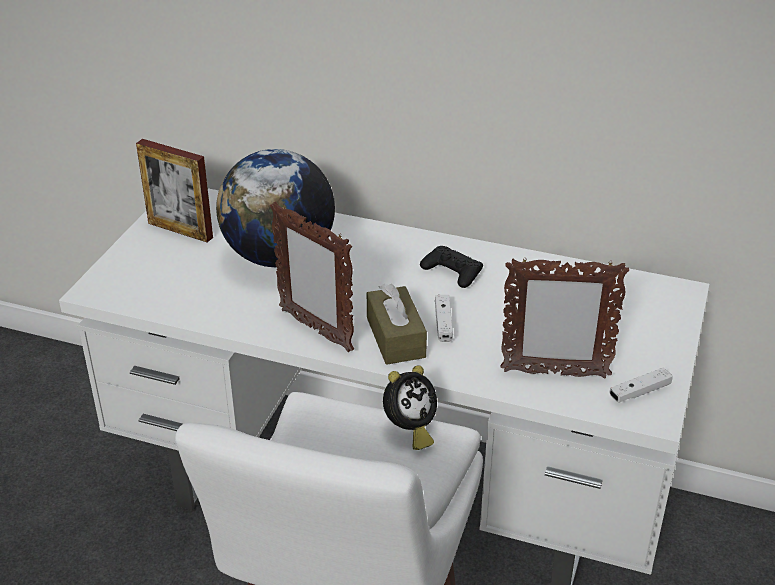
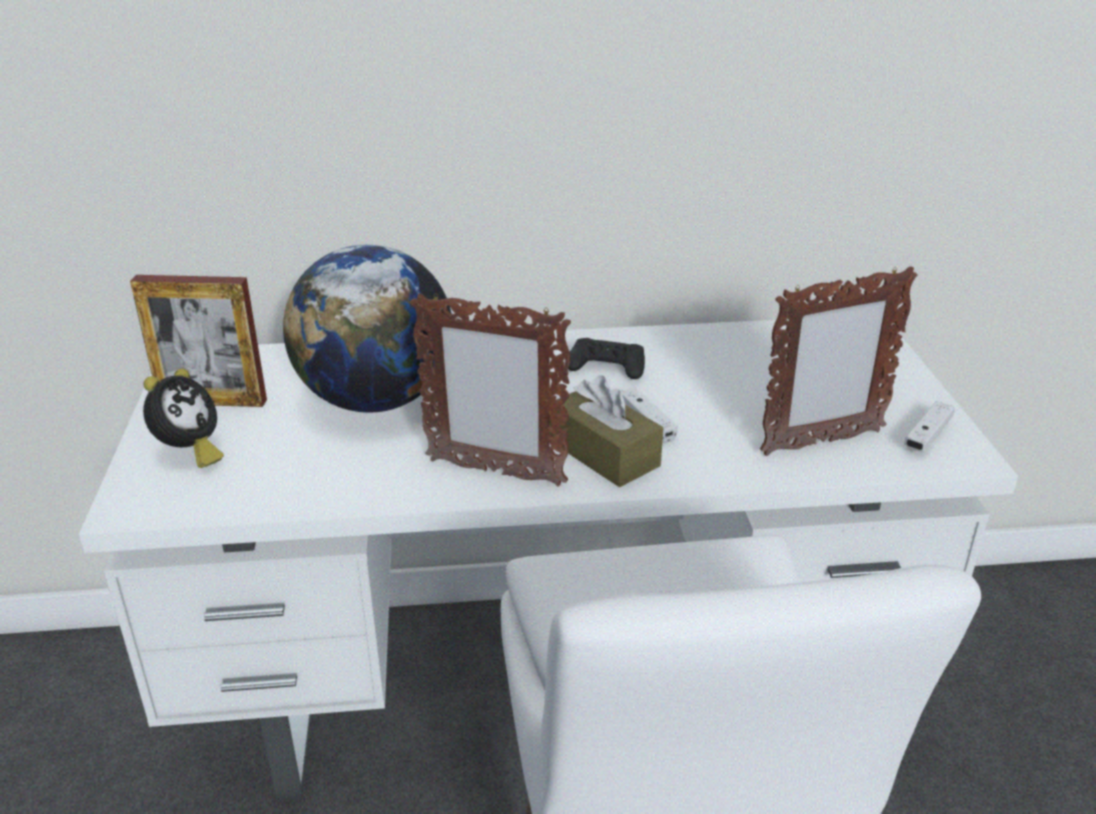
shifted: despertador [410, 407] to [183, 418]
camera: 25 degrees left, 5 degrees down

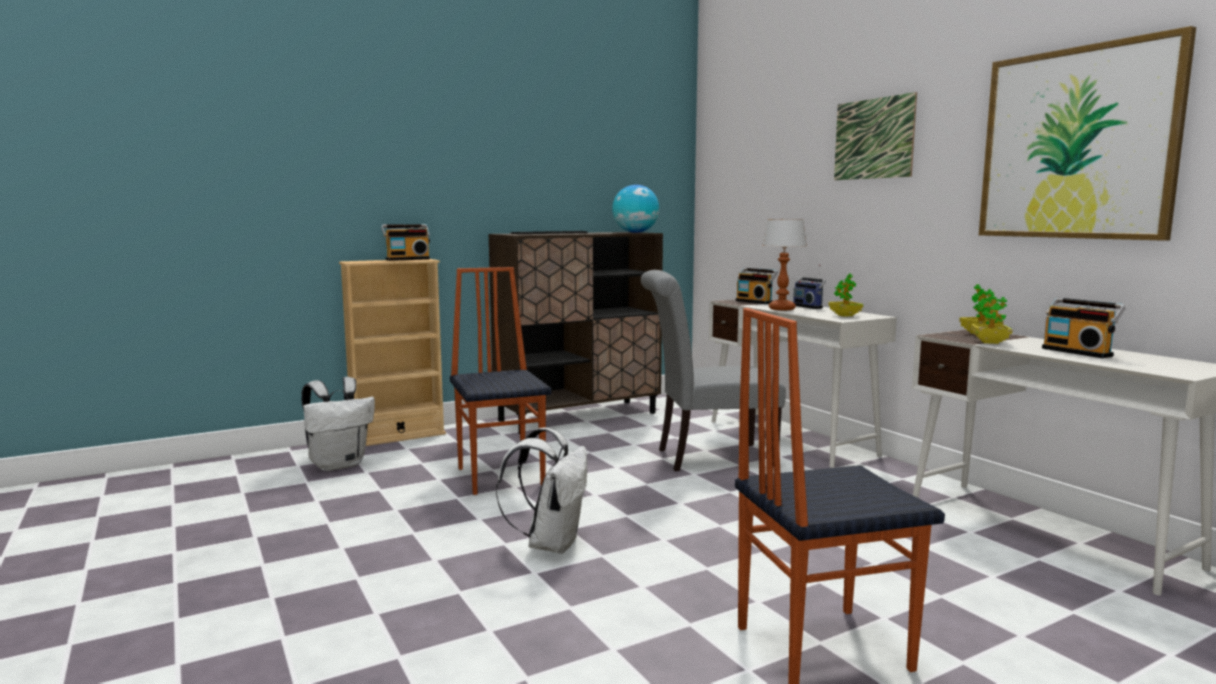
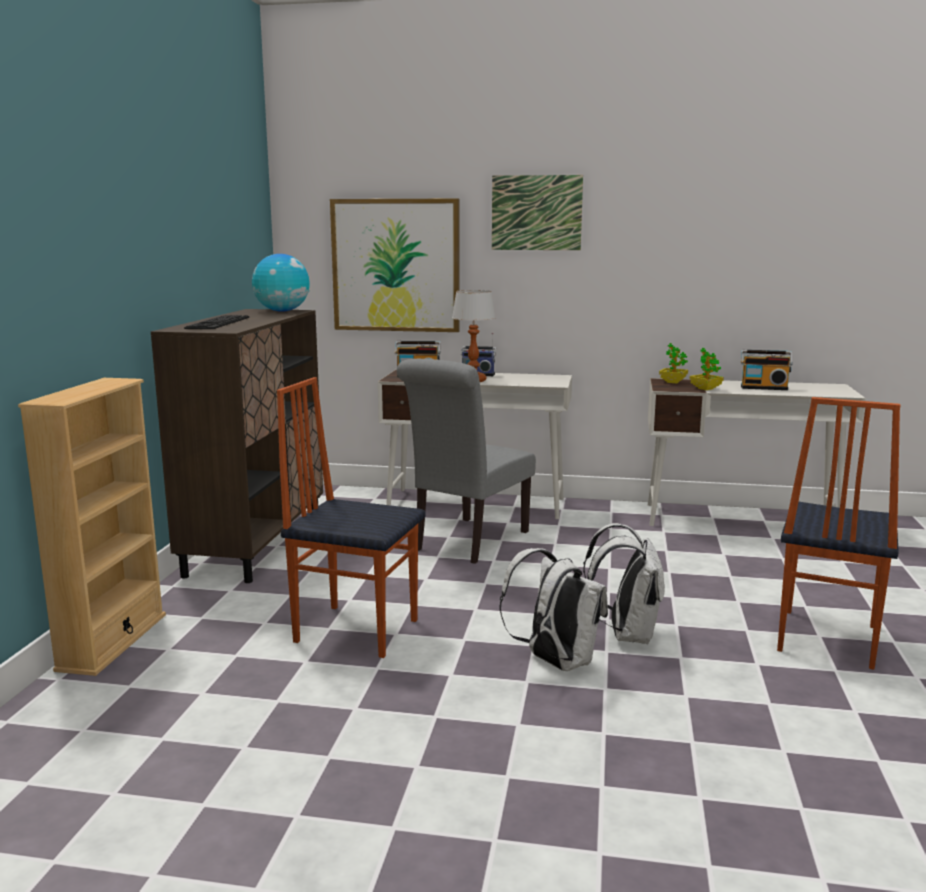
gone: radio [405, 242]; planta en maceta [845, 295]
shifted: mochila (blanco) [338, 424] to [624, 583]; cuadro [1087, 133] to [395, 265]
camera: 50 degrees left, 5 degrees up

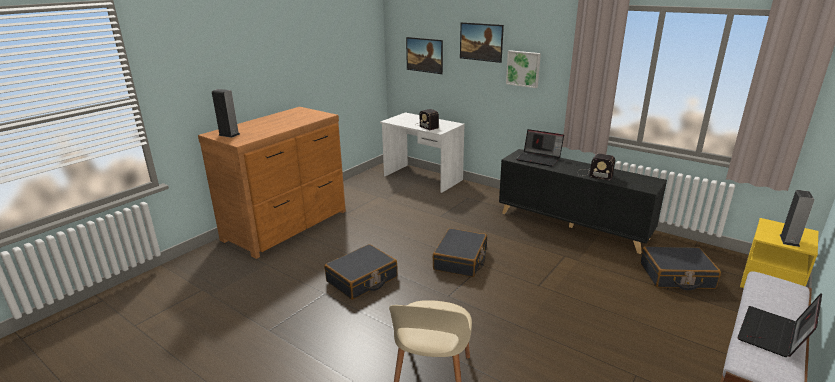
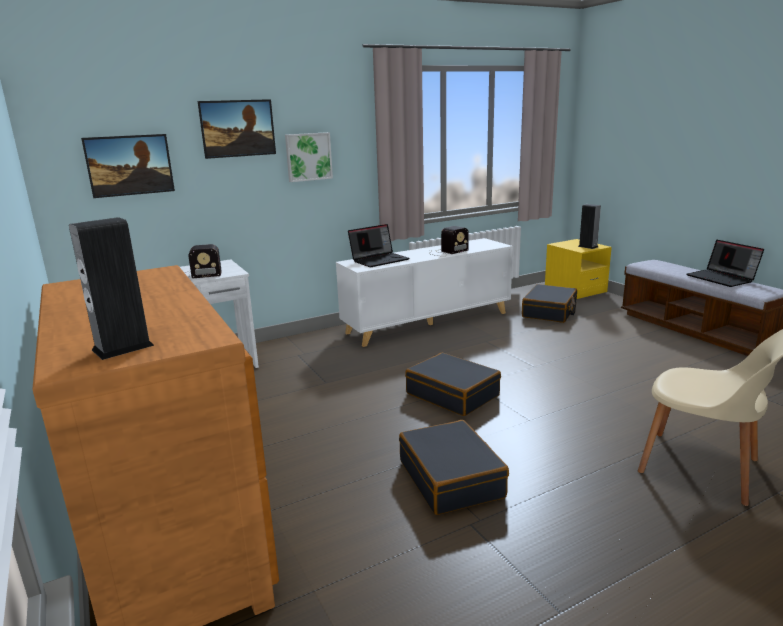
repainted: armario (negro) [583, 201] to armario (blanco) [424, 292]
camera: 65 degrees left, 5 degrees down

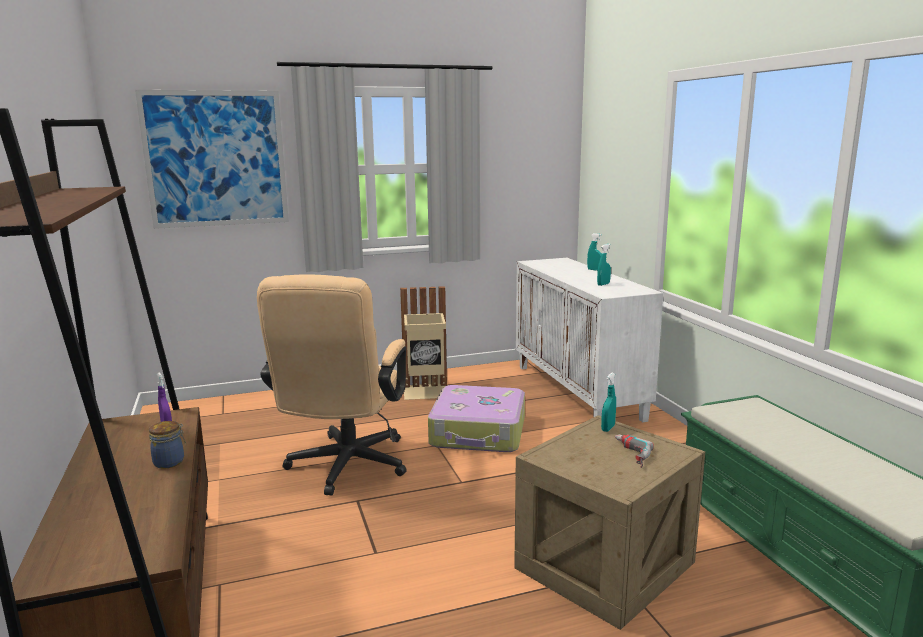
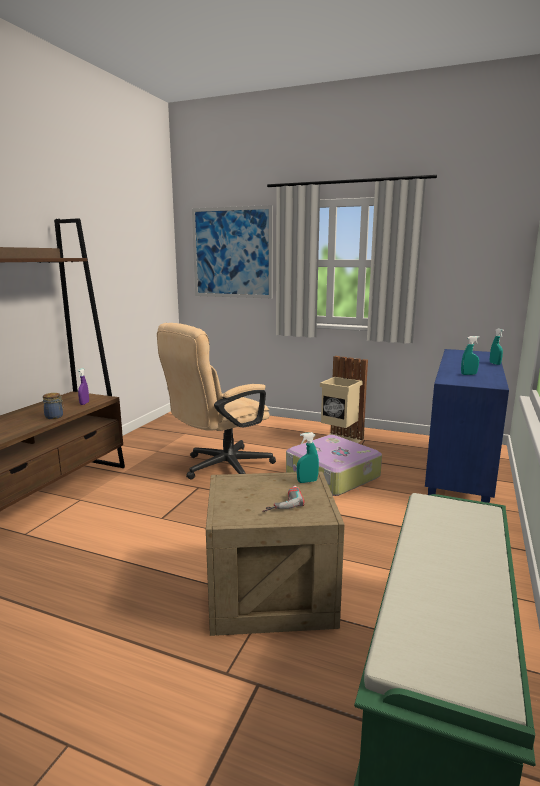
repainted: armario (blanco) [589, 340] to armario (azul) [467, 426]
camera: 40 degrees right, 0 degrees up

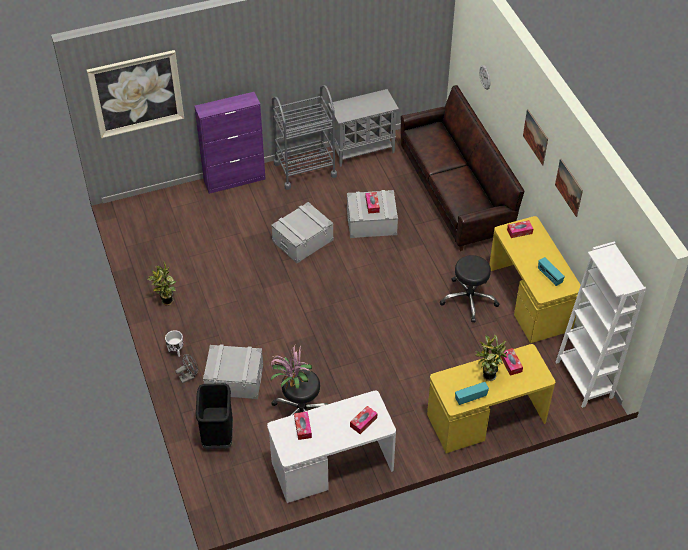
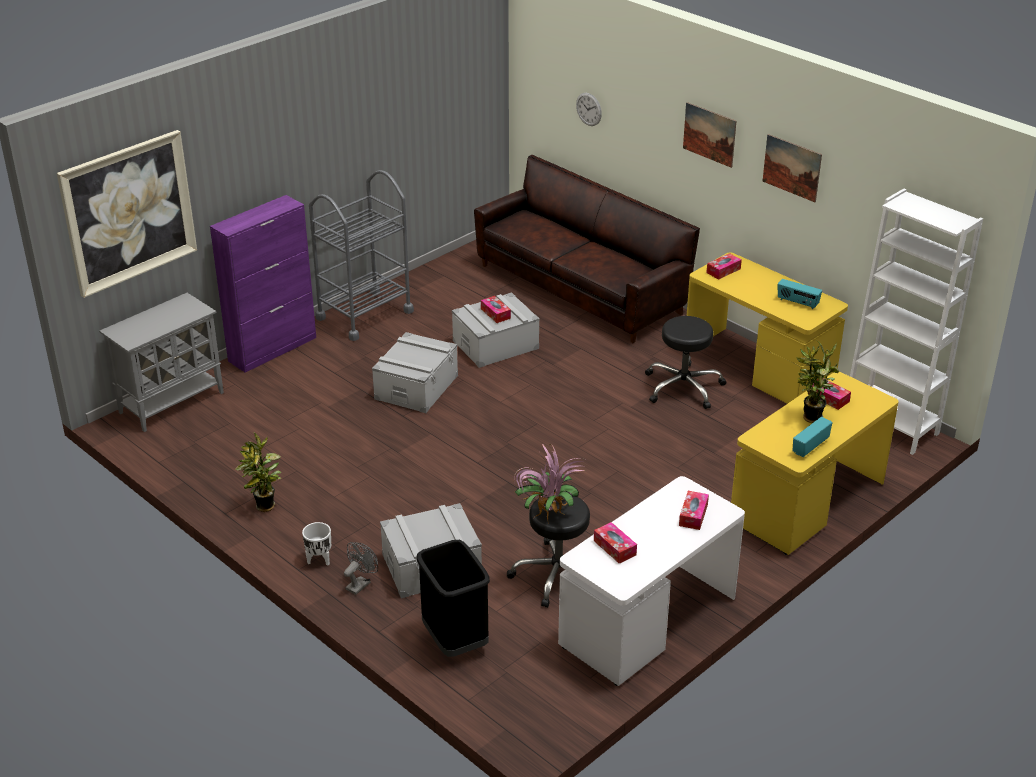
shifted: armario (gris) [363, 128] to [161, 362]
camera: 25 degrees left, 15 degrees down

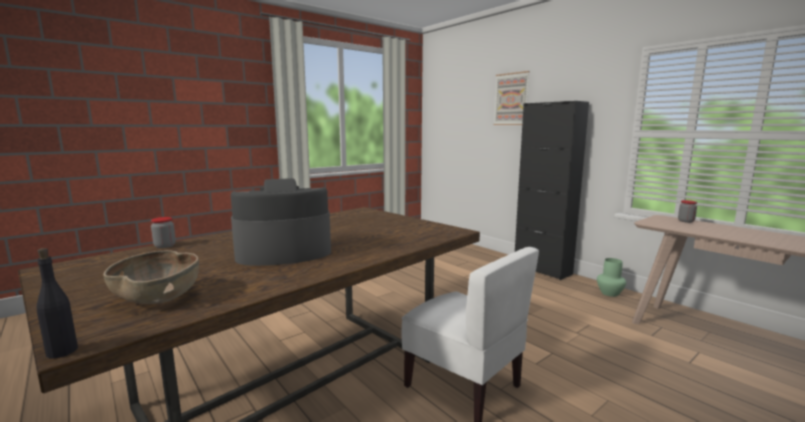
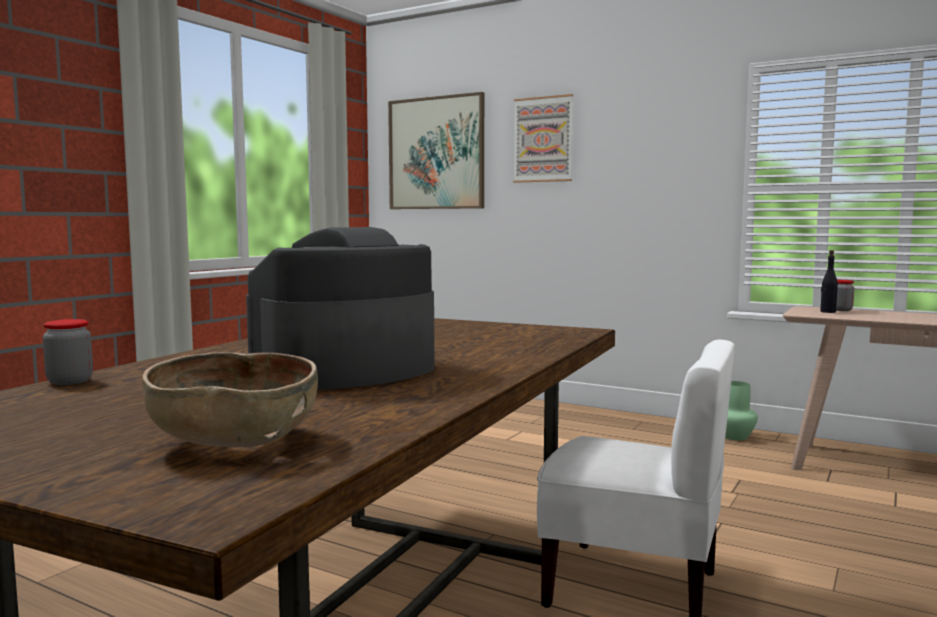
gone: armario (negro) [552, 190]
new: cuadro [436, 150]
shifted: botella (negro) [57, 303] to [829, 281]
camera: 20 degrees left, 5 degrees down

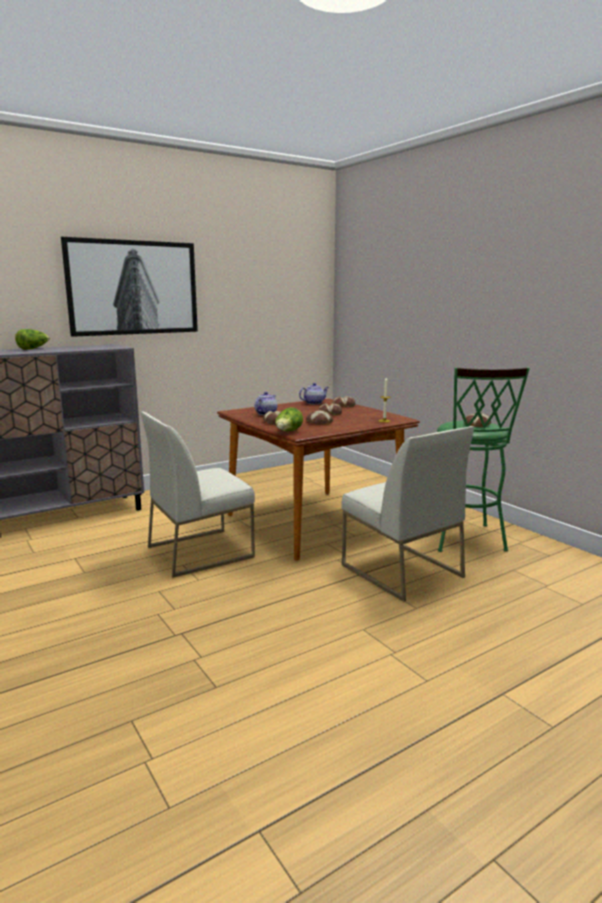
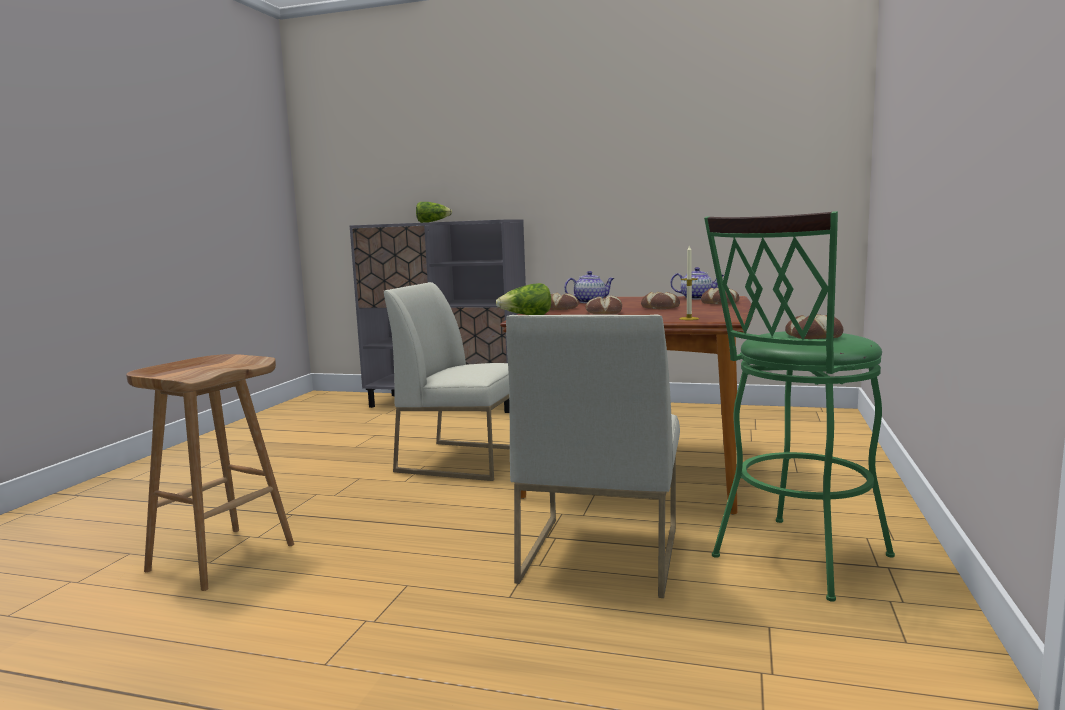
gone: cuadro [129, 287]
new: taburete (marrón) [210, 472]
camera: 50 degrees right, 5 degrees down

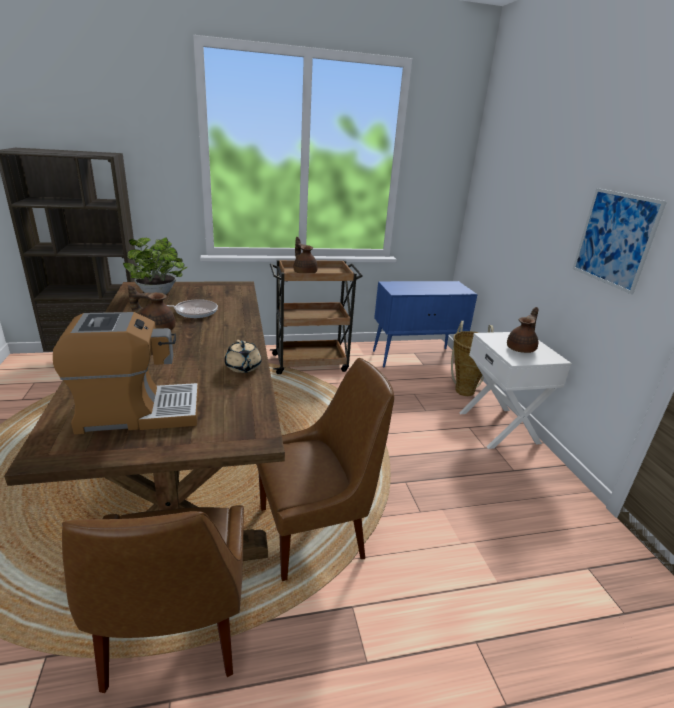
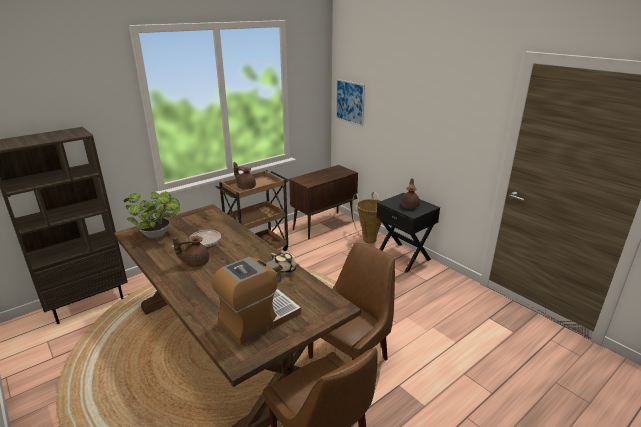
shifted: cuadro [620, 241] to [350, 102]
repainted: armario (azul) [425, 324] to armario (marrón) [323, 202]; mesita de noche (blanco) [515, 390] to mesita de noche (negro) [408, 233]
camera: 25 degrees left, 0 degrees up

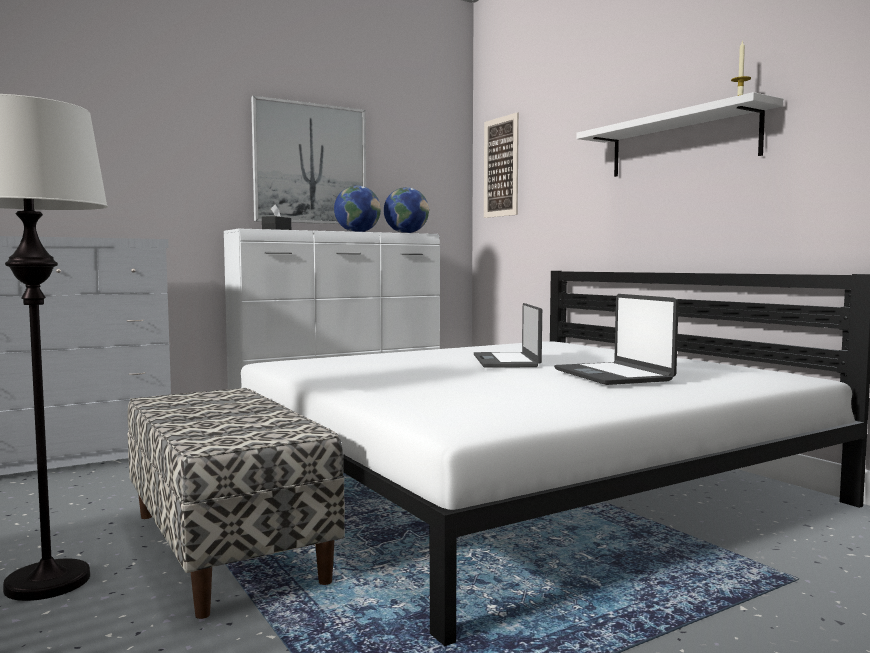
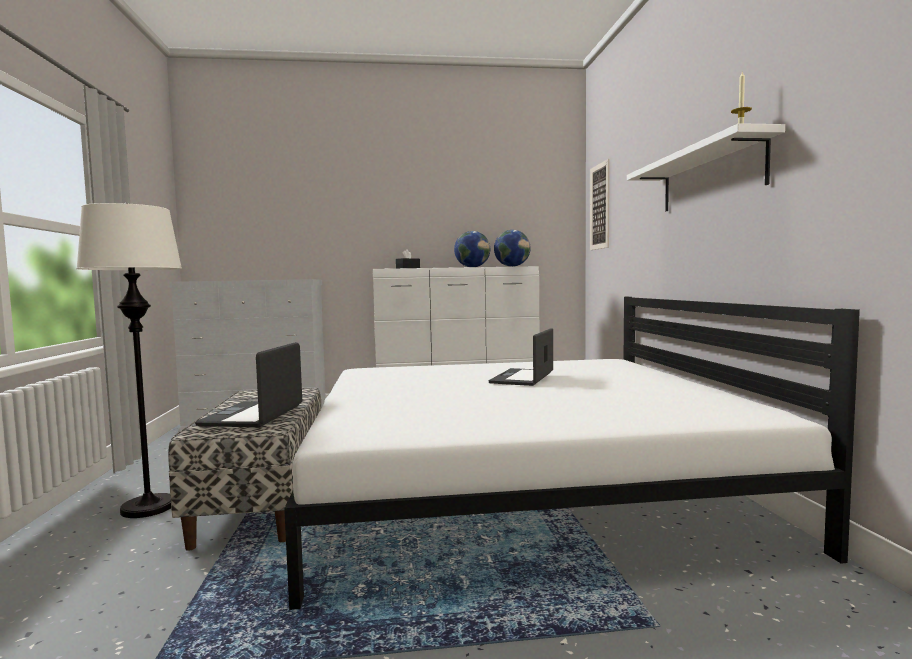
gone: cuadro [308, 160]
shifted: portátil [616, 339] to [249, 384]
camera: 25 degrees right, 0 degrees up

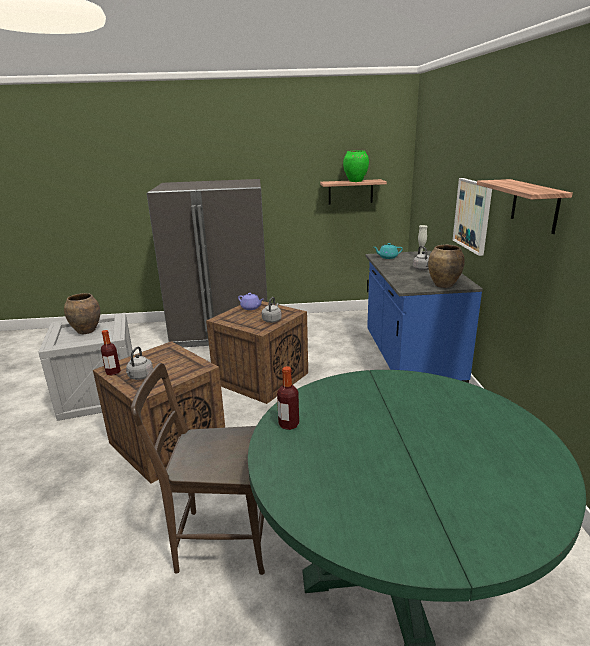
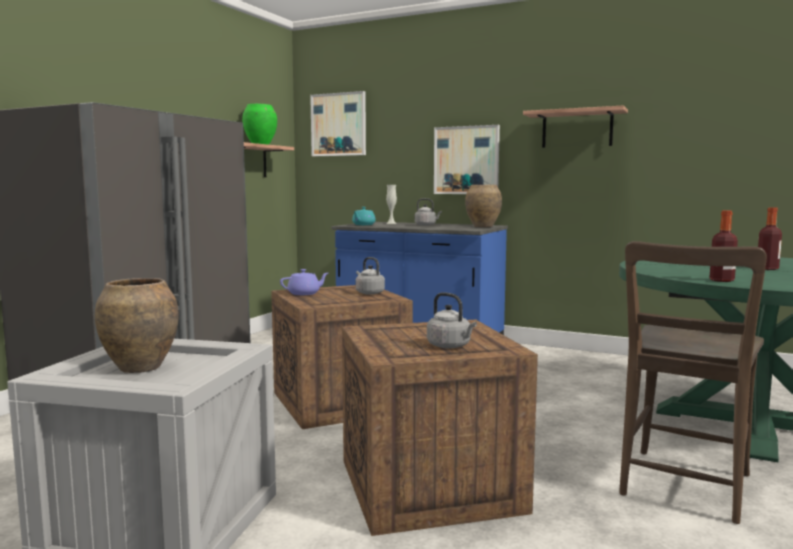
new: cuadro [338, 123]
shifted: botella [111, 352] to [770, 238]
camera: 60 degrees left, 15 degrees down

